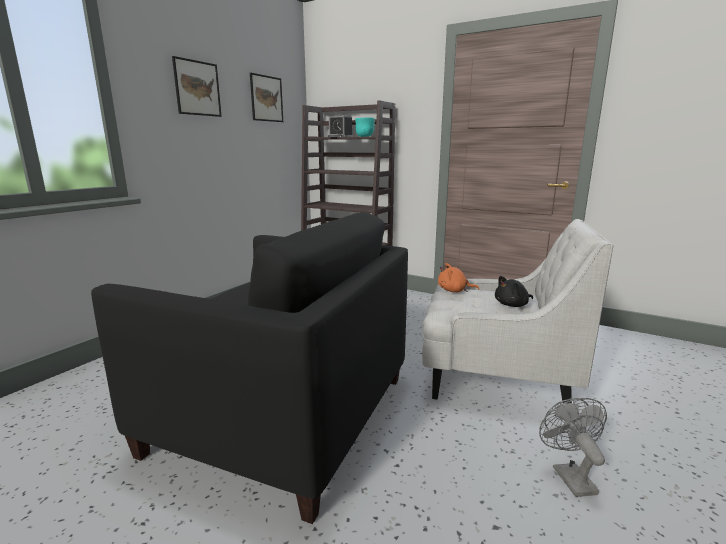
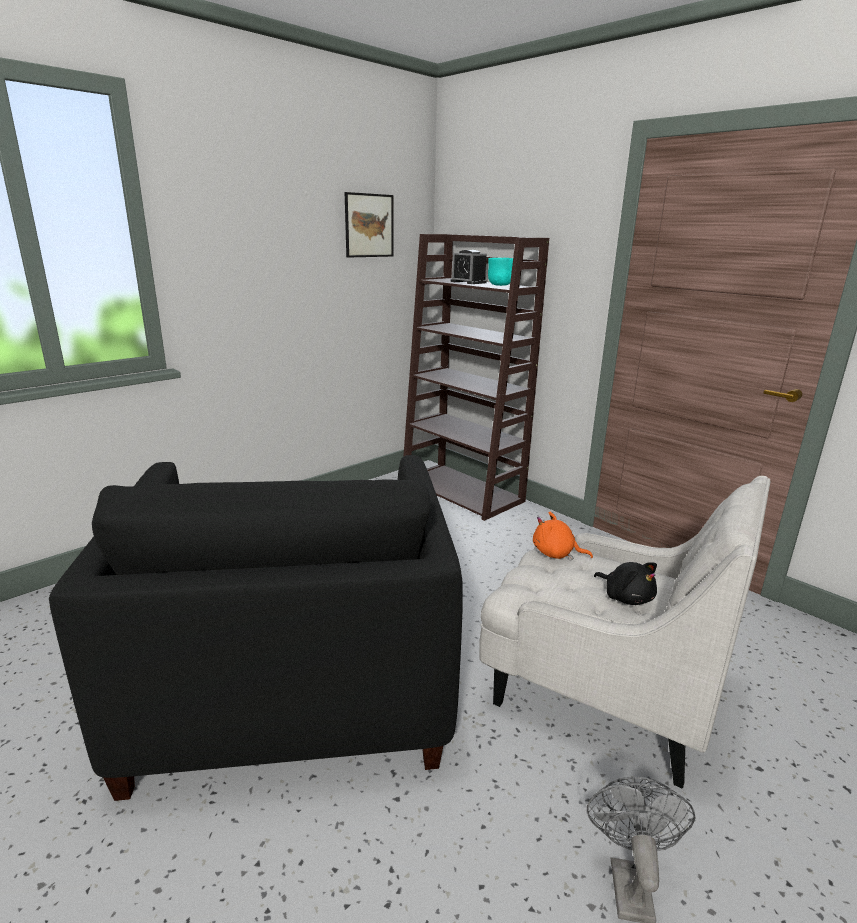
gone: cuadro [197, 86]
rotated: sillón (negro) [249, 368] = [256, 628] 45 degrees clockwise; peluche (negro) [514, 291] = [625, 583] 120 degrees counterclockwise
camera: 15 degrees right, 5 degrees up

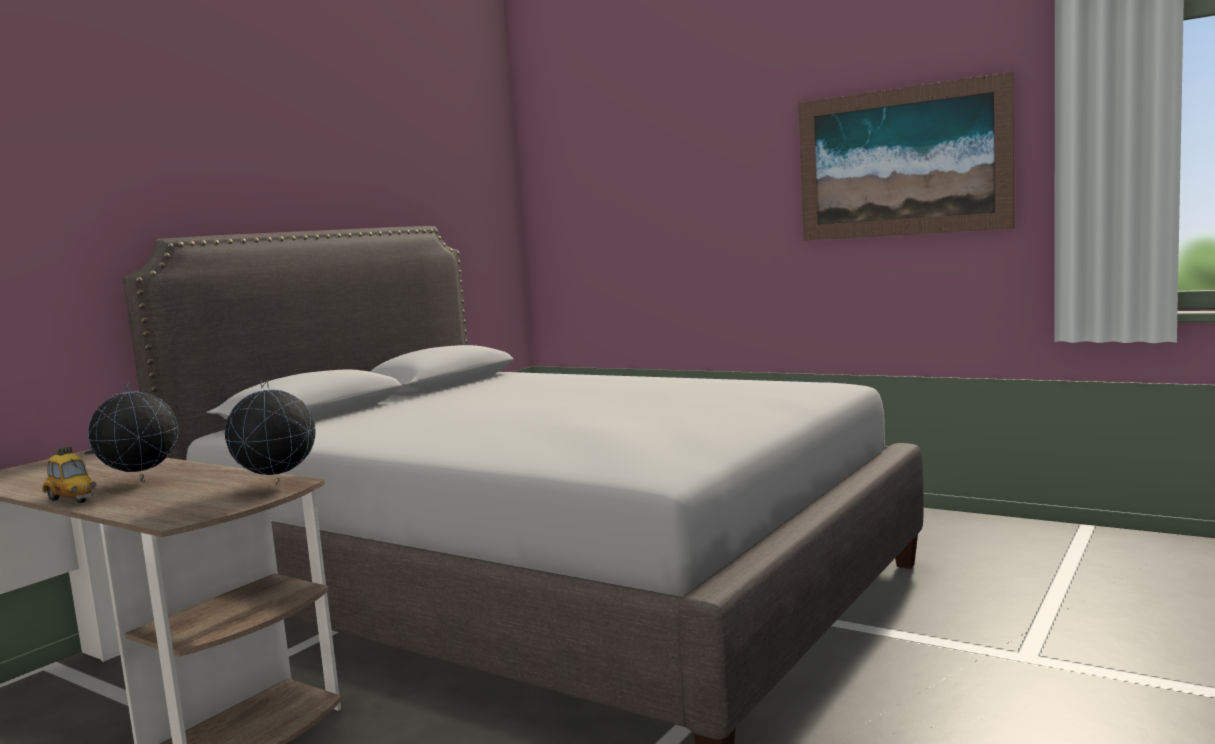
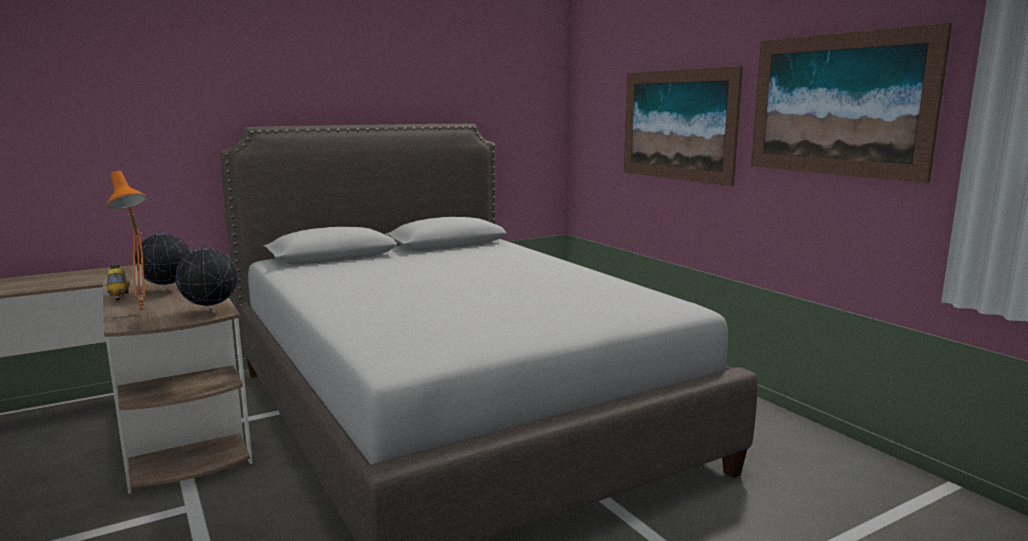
new: lámpara de mesa (naranja) [126, 242]; cuadro [683, 126]
camera: 25 degrees right, 5 degrees up

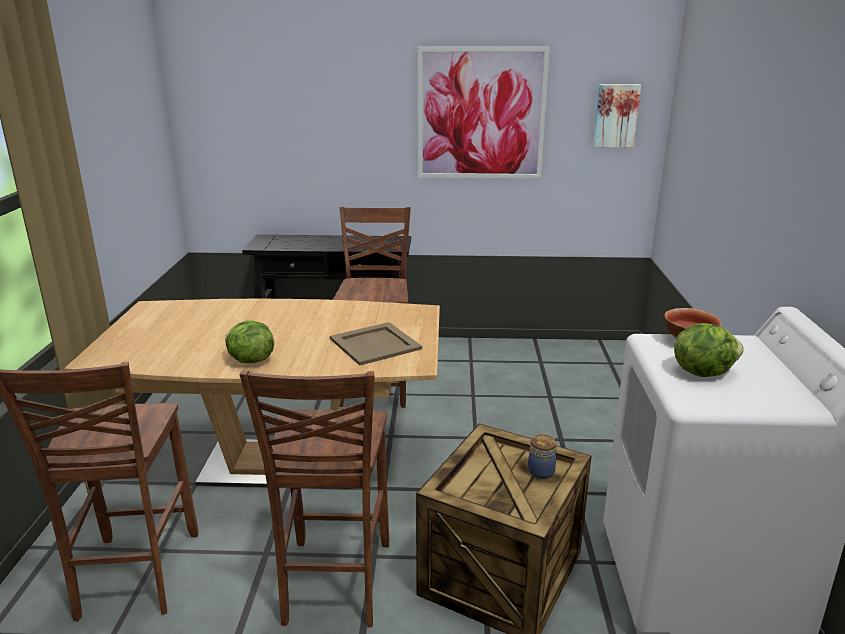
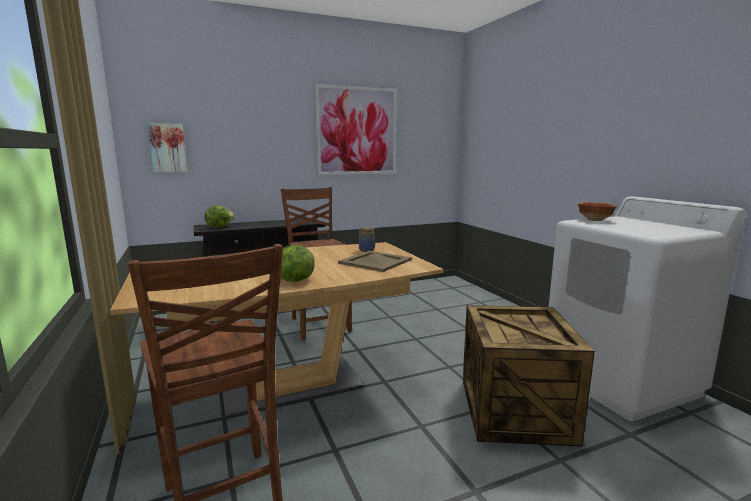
gone: silla (marrón) [314, 499]
shifted: tarro [542, 456] to [367, 239]; cuadro [617, 115] to [167, 147]; lechuga [709, 350] to [219, 217]
camera: 25 degrees left, 10 degrees down

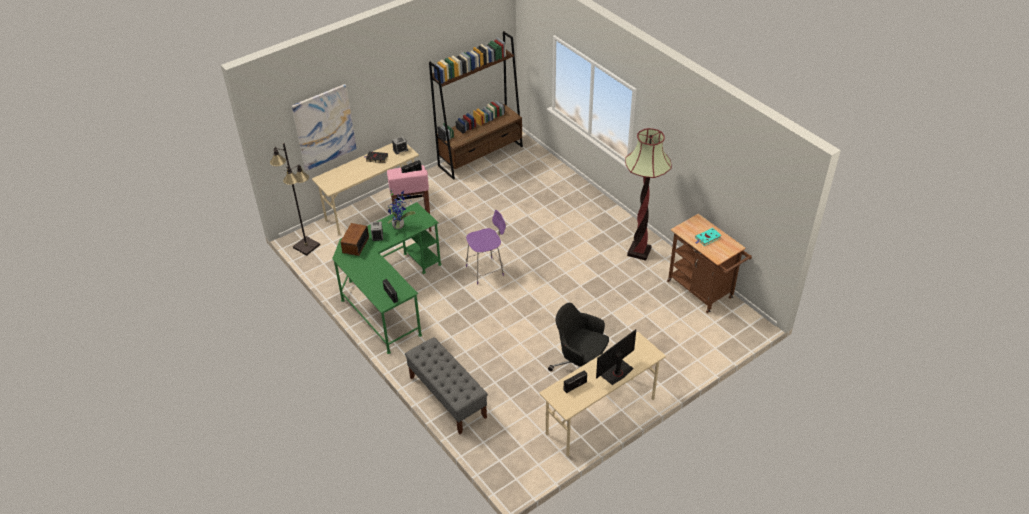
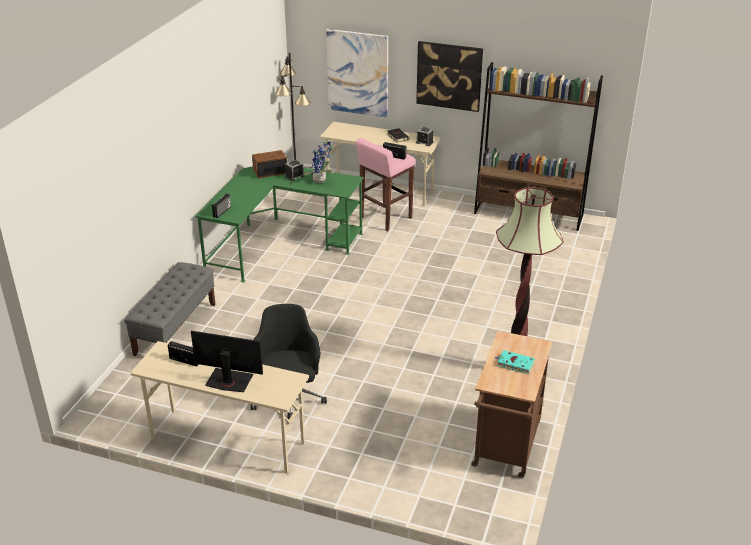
gone: silla (morado) [485, 247]
new: cuadro [449, 76]
camera: 55 degrees right, 10 degrees down

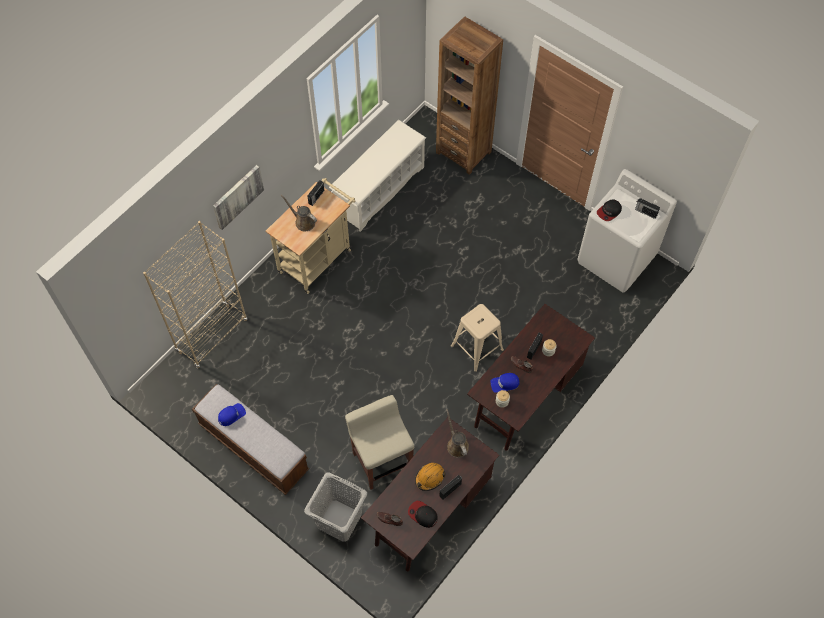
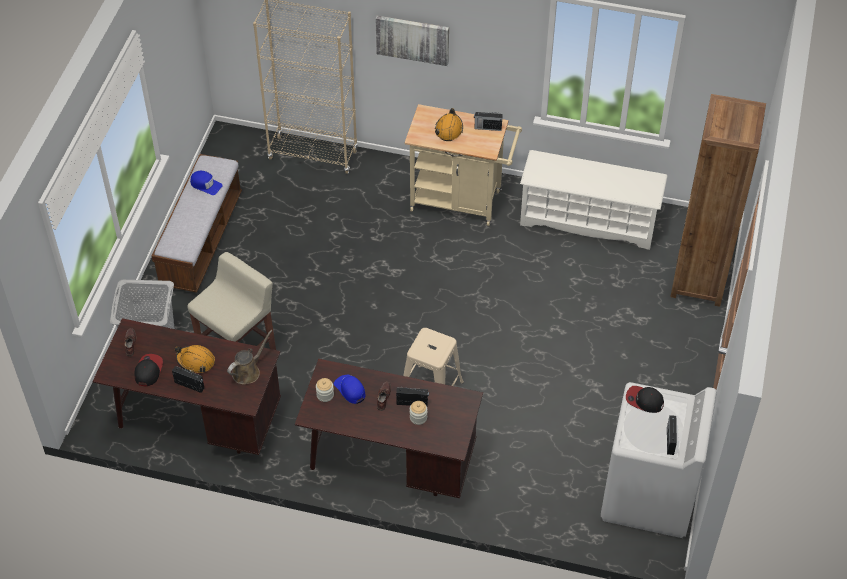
swapped: regadera (marrón) [299, 212] to casco (naranja) [449, 124]
camera: 65 degrees right, 10 degrees down

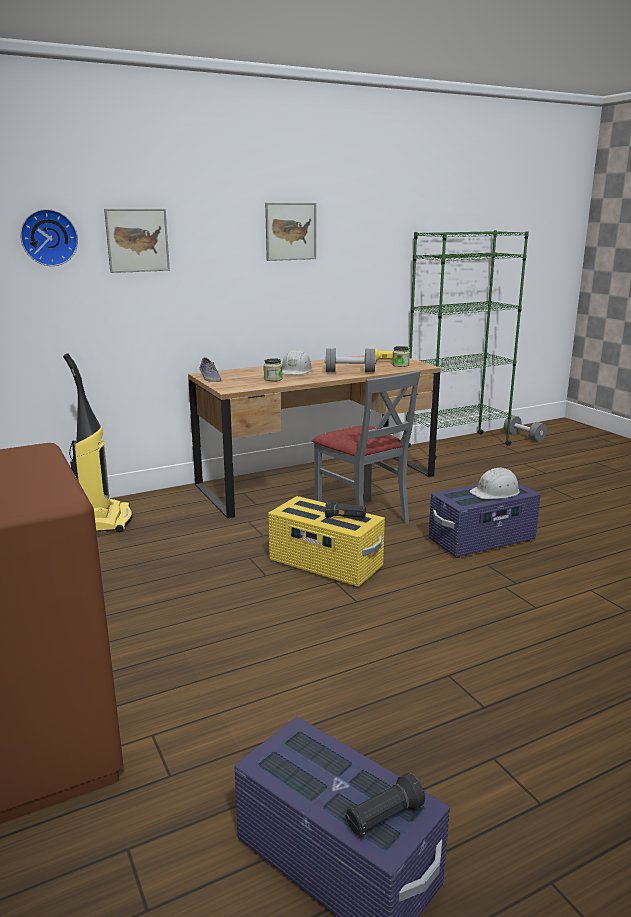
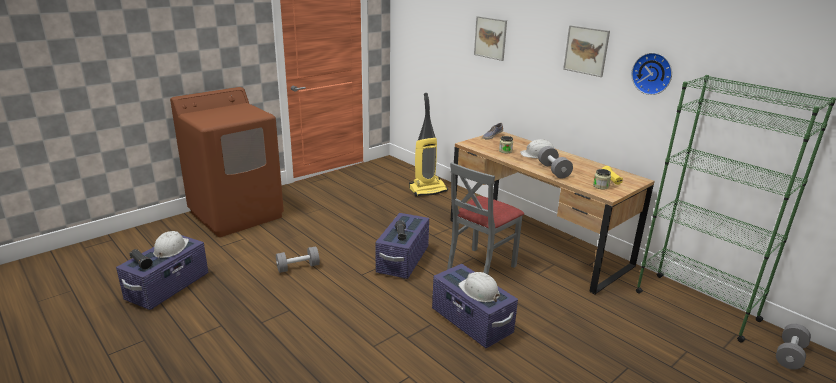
new: casco (blanco) [171, 245]; mancuerna (gris) [298, 259]
shifted: reloj de pared [49, 237] to [652, 74]
repainted: caja de almacenaje (amarillo) [326, 541] to caja de almacenaje (morado) [402, 246]
camera: 75 degrees right, 5 degrees up

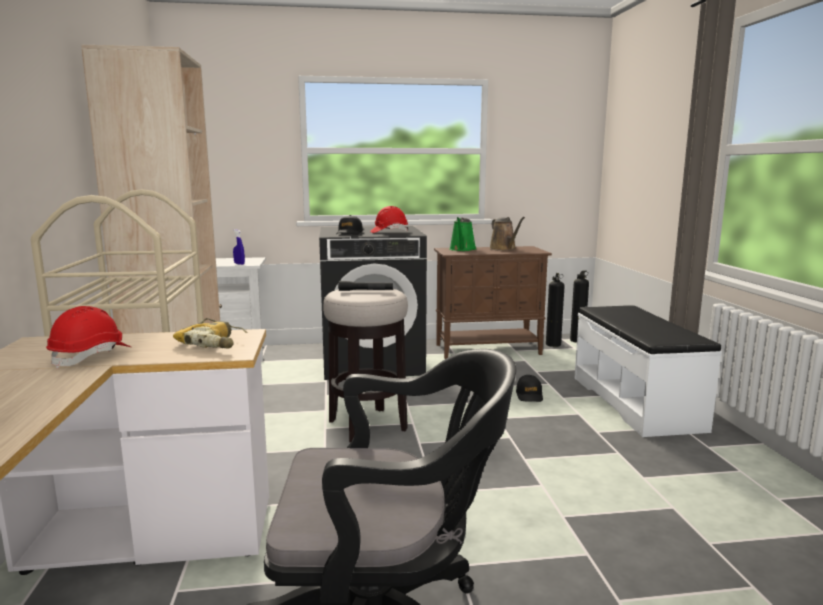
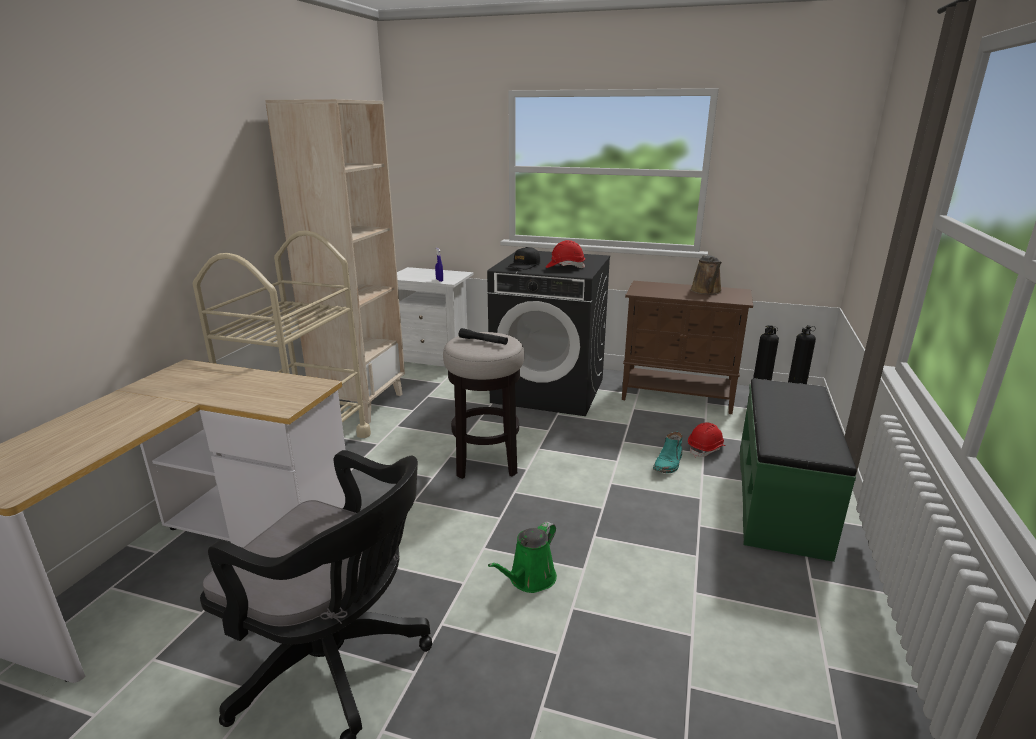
gone: taladro [210, 333]
shifted: casco (rojo) [88, 337] to [706, 439]; regadera (verde) [462, 234] to [522, 557]
swapped: gorra (negro) [529, 388] to bota (turquesa) [667, 452]
repainted: banco (blanco) [648, 371] to banco (verde) [798, 470]
camera: 25 degrees right, 10 degrees up

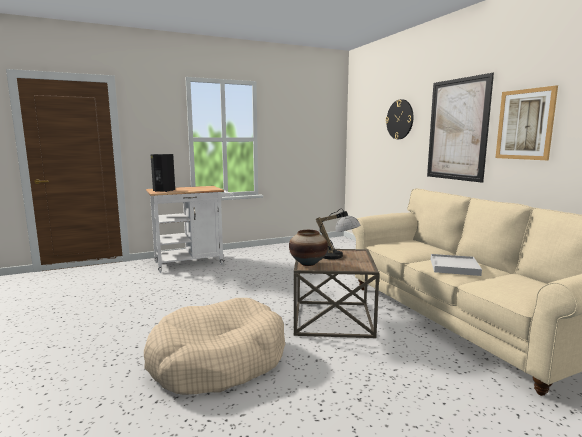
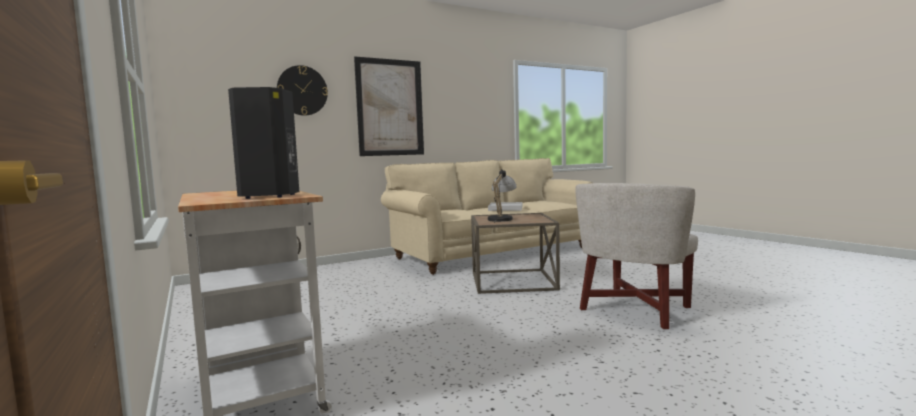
gone: florero [308, 248]; cuadro [527, 122]
swapped: cama para perro (beis) [214, 346] to sillón (blanco) [636, 256]
camera: 95 degrees left, 5 degrees down

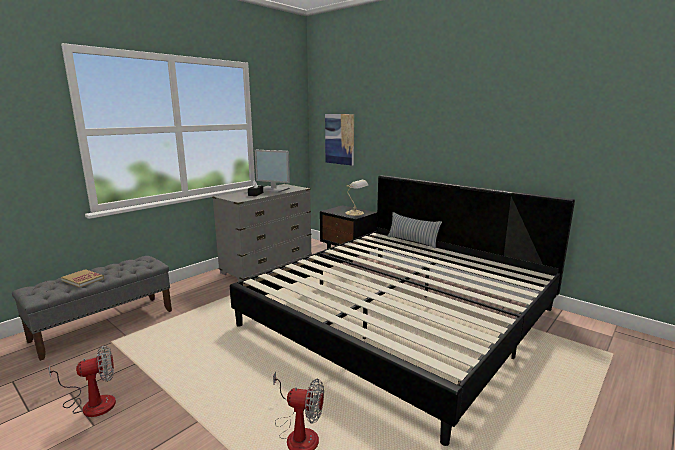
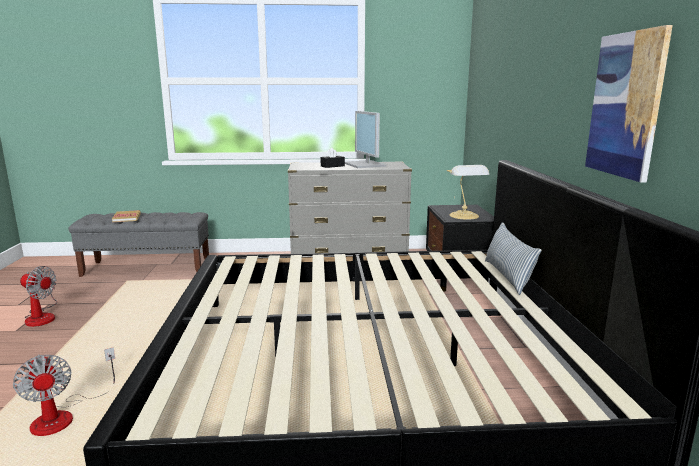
shifted: cuadro [339, 140] to [629, 104]
camera: 45 degrees right, 0 degrees up

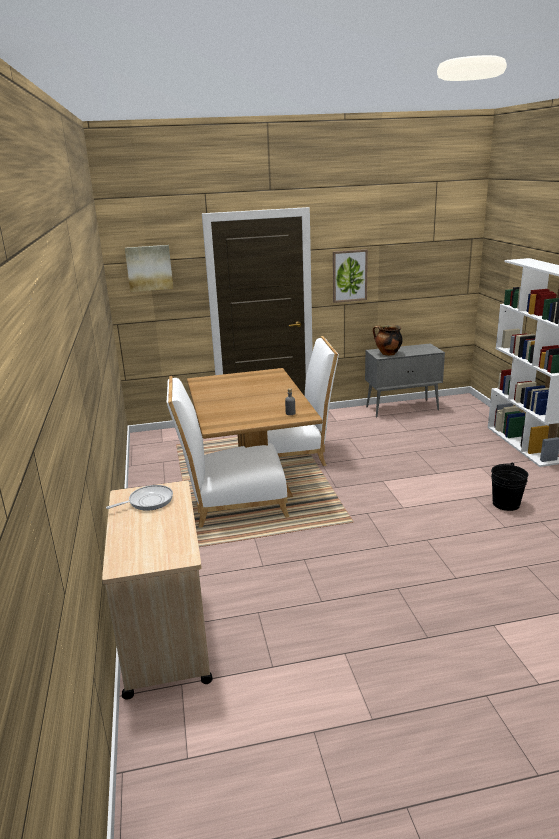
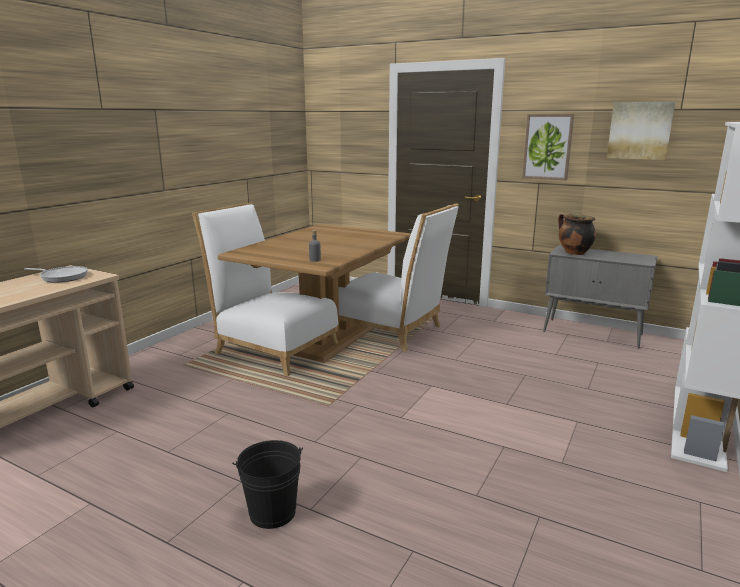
shifted: cuadro [149, 268] to [641, 131]; cubo (negro) [509, 487] to [267, 484]
camera: 40 degrees right, 5 degrees down

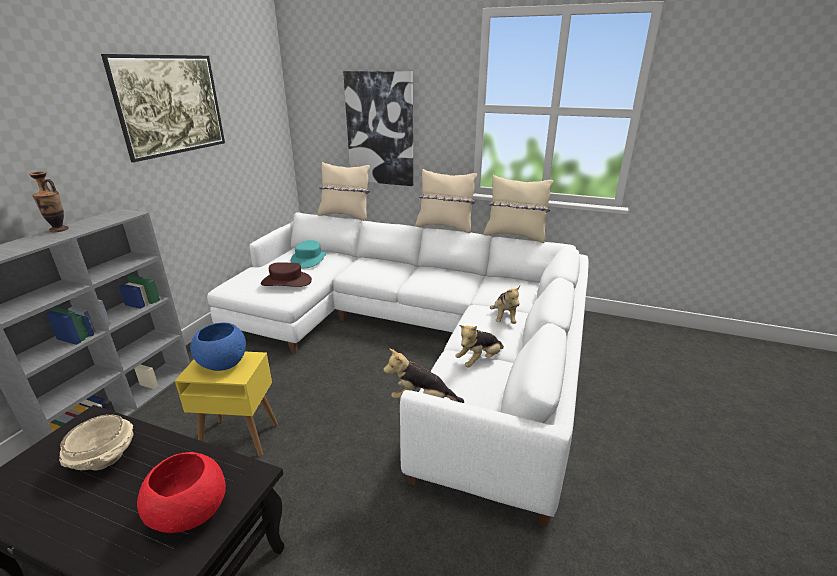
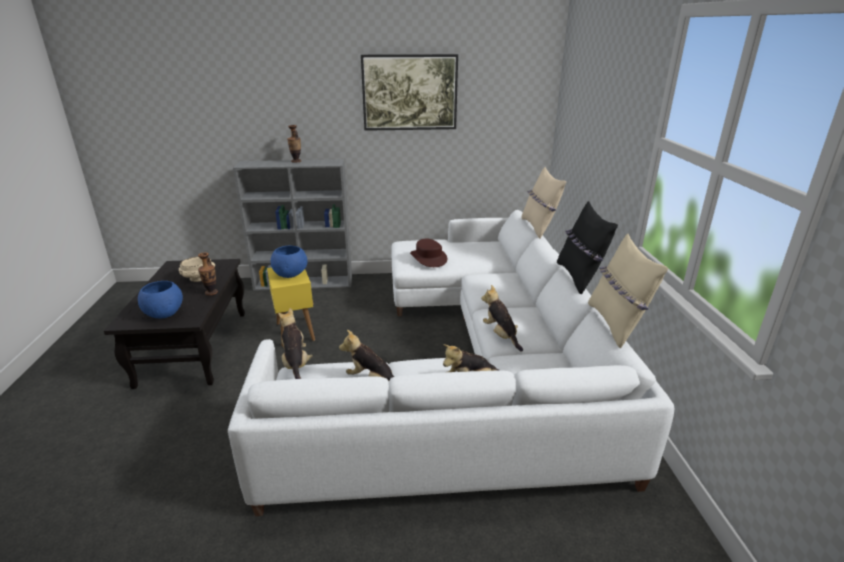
gone: sombrero (turquesa) [308, 254]; cuadro [378, 128]
new: florero [208, 273]; peluche [502, 318]
repainted: cuenco (rojo) [181, 492] to cuenco (azul) [160, 300]; cojín (beis) [446, 201] to cojín (negro) [587, 247]
camera: 65 degrees right, 0 degrees up

